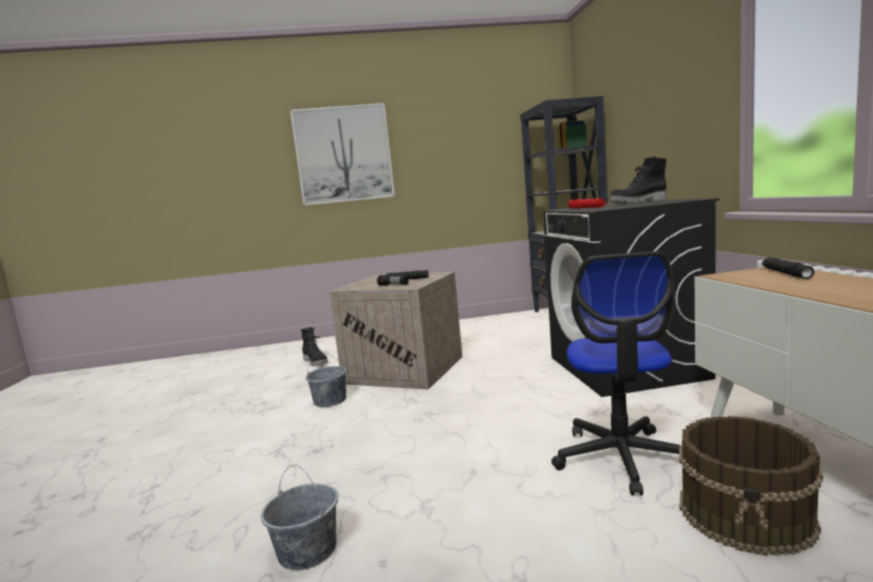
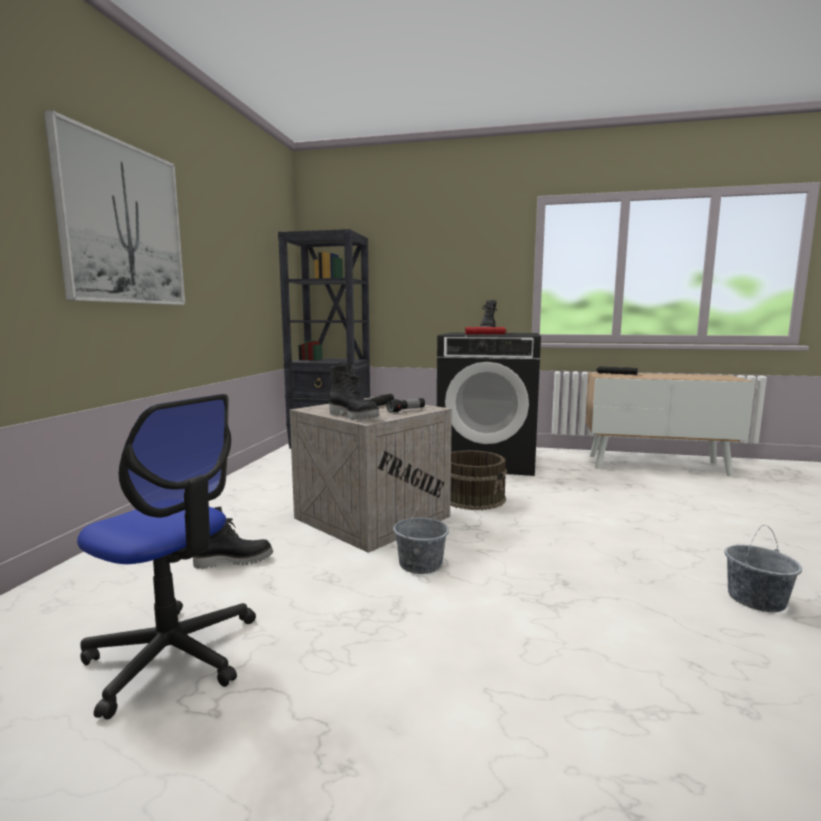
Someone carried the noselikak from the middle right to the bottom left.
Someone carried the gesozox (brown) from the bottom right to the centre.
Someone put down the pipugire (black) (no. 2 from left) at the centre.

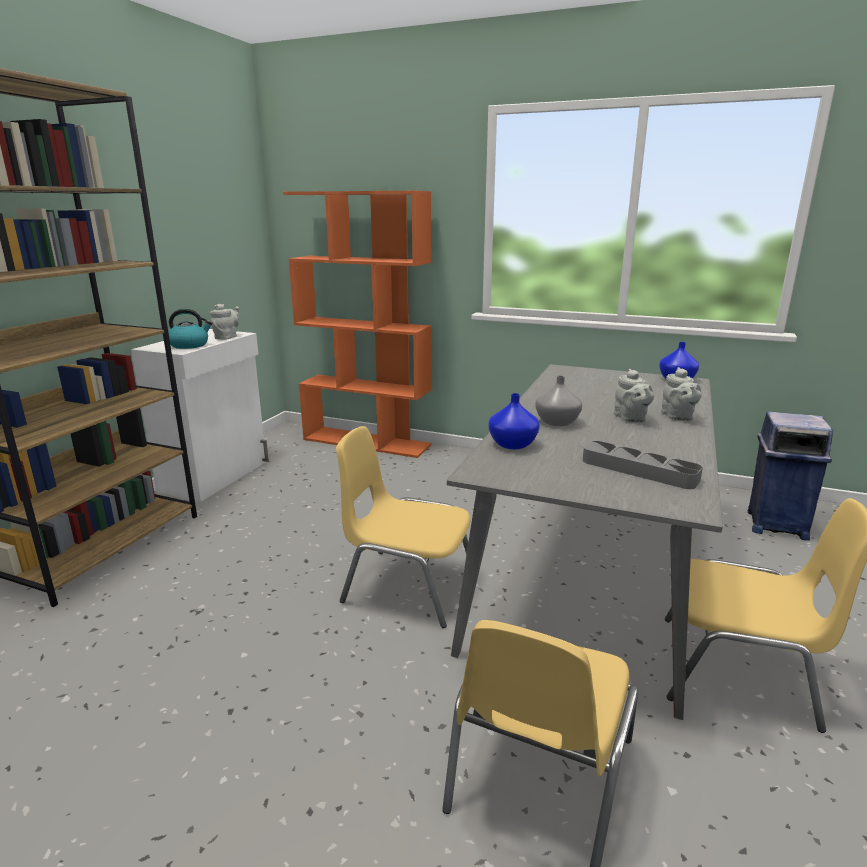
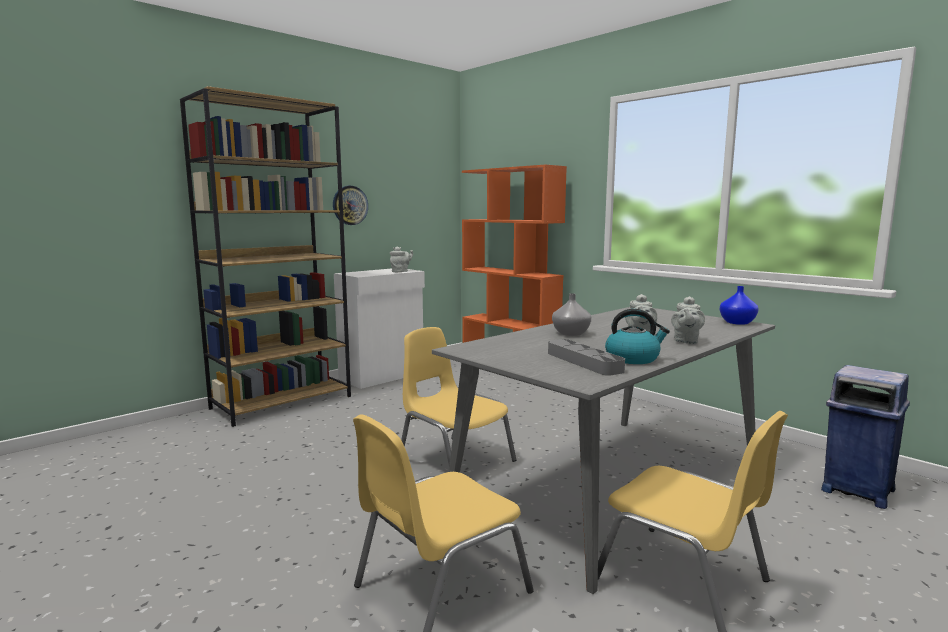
Someone carried the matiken from the middle left to the middle right.
Someone took away the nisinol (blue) (no. 1 from left) at the centre.
Someone put up the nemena at the top centre.

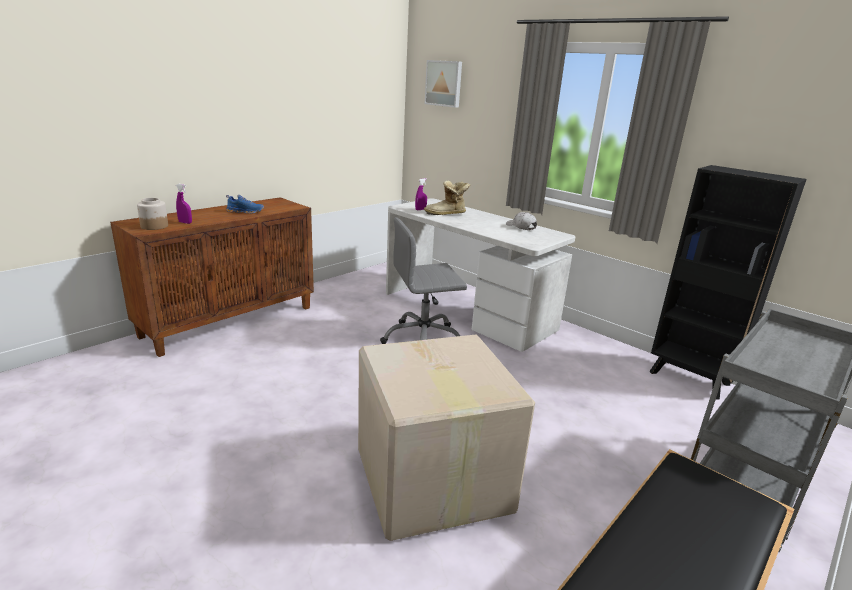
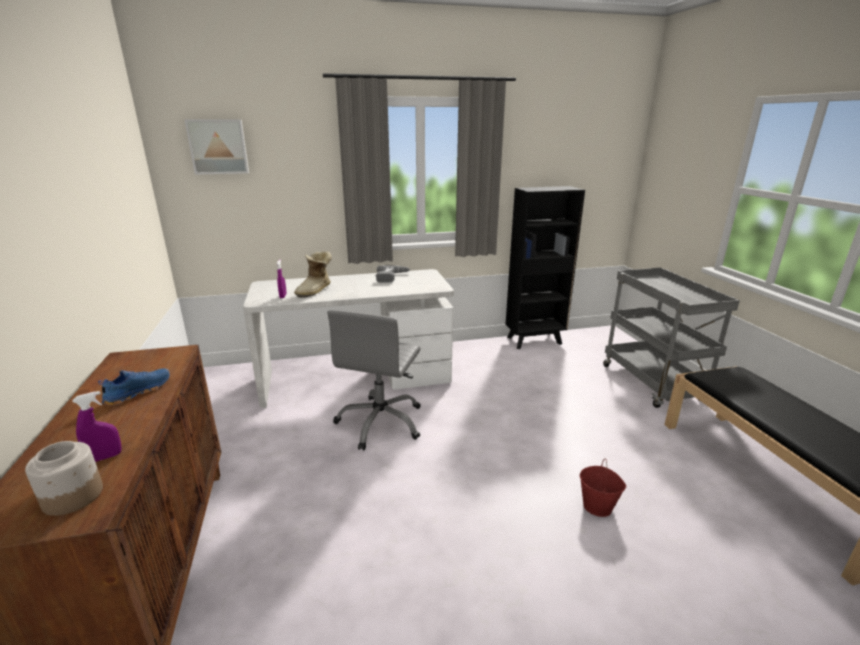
Someone swapped the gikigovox at the bottom centre for the gesozox (red) at the bottom right.
Someone swapped the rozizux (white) at the centre for the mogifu at the centre.

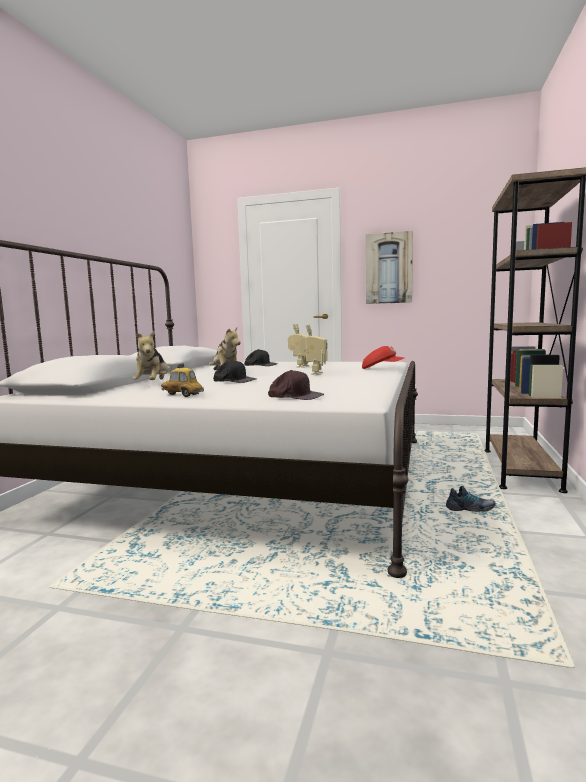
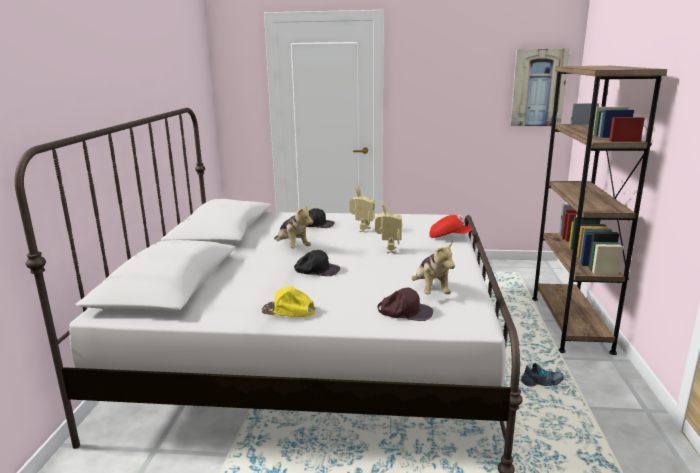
Someone carried the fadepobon (no. 1 from left in the first image) from the middle left to the centre.
Someone swapped the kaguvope at the middle left for the rozizux (yellow) at the centre.
Someone carried the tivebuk from the centre to the top right.

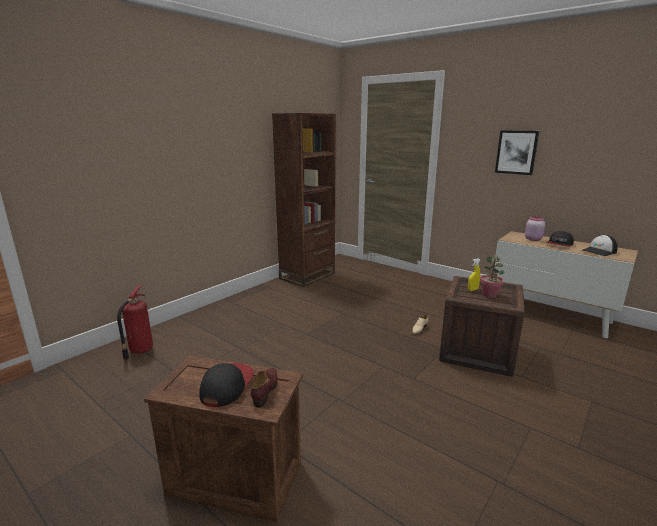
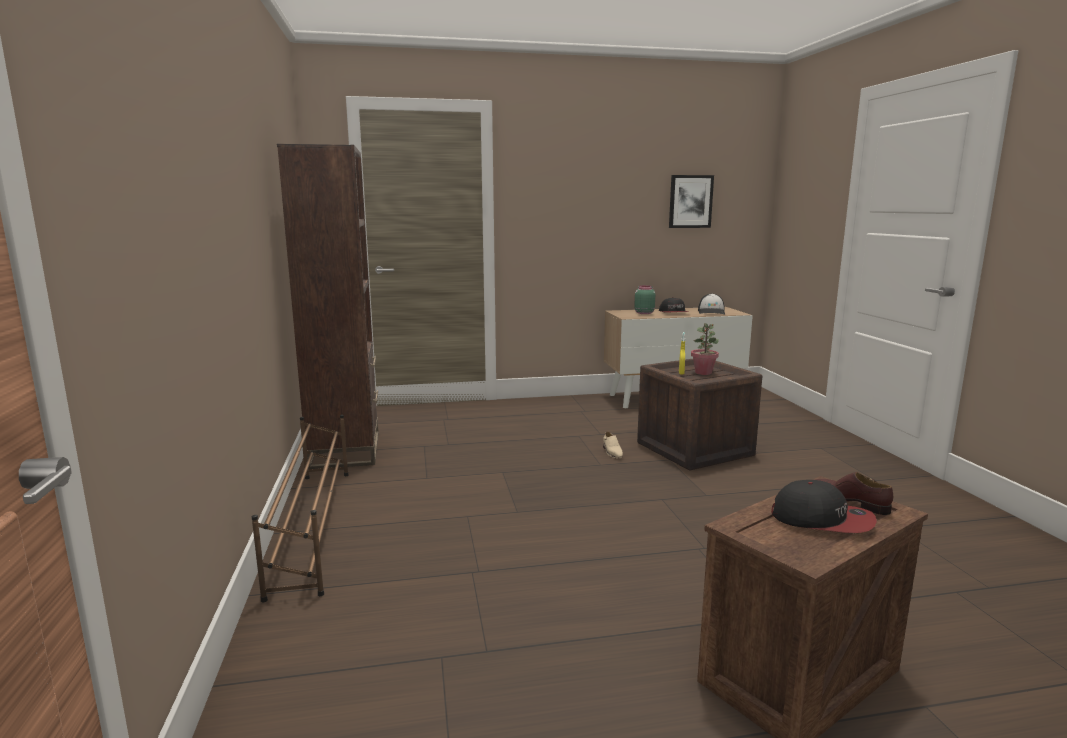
Someone took away the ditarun at the middle left.
Someone rotated the rozizux (no. 1 from left in the first image) at the bottom centre by 150 degrees clockwise.
Someone carried the tivebuk from the top right to the top centre.
Someone repainted the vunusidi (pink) at the middle right, which became the vunusidi (green) at the centre.
Someone put down the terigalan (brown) at the bottom left.

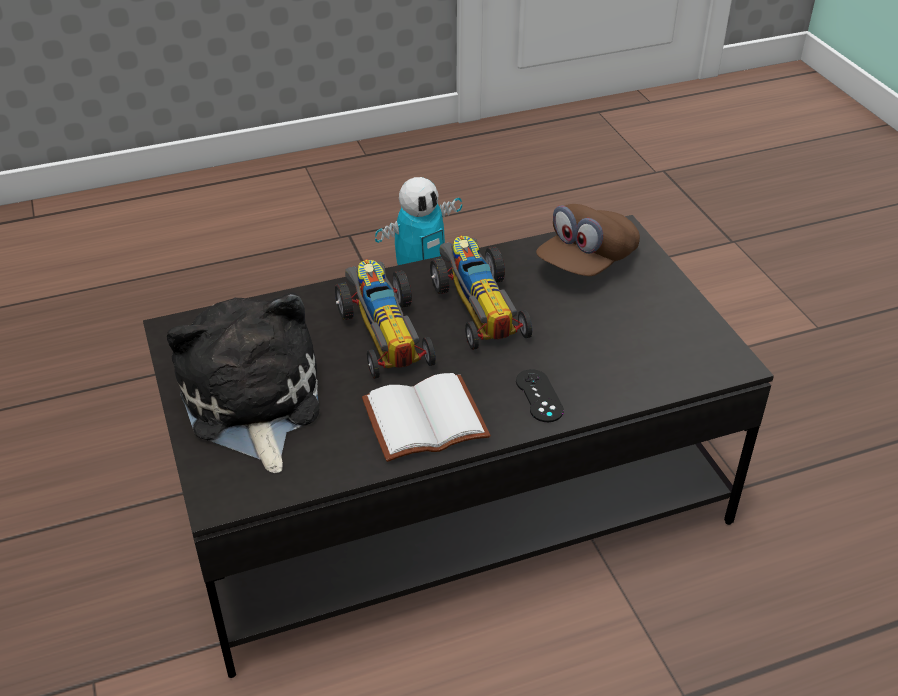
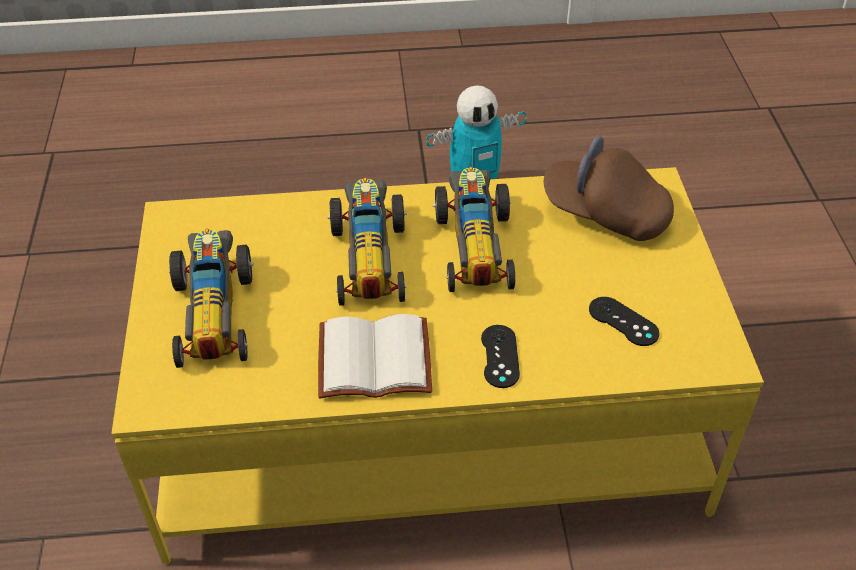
Someone repainted the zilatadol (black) at the centre, which became the zilatadol (yellow) at the centre.
Someone swapped the fadepobon at the middle left for the kaguvope (no. 1 from left) at the middle left.
Someone rotated the rozizux (brown) at the centre by 60 degrees clockwise.
Someone put down the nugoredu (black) (no. 2 from left) at the middle right.

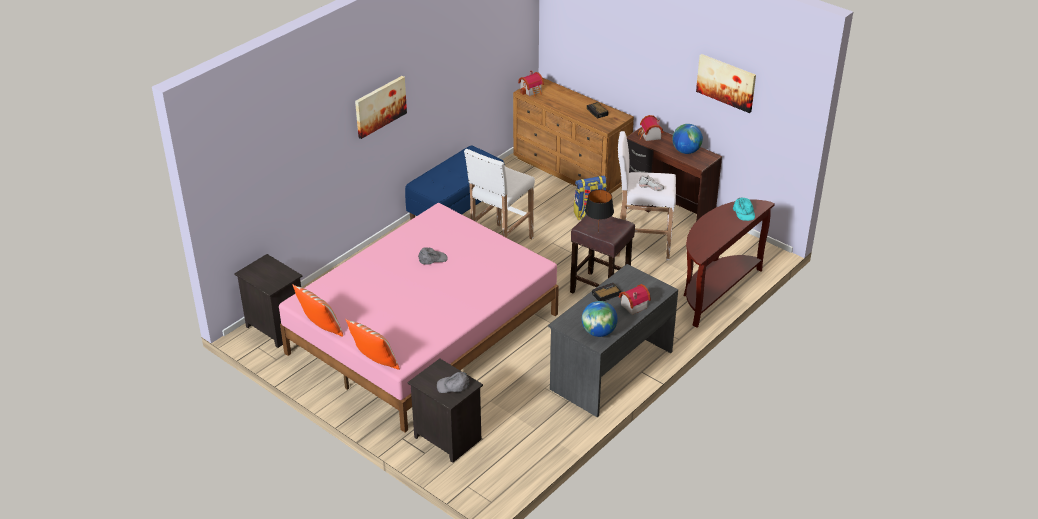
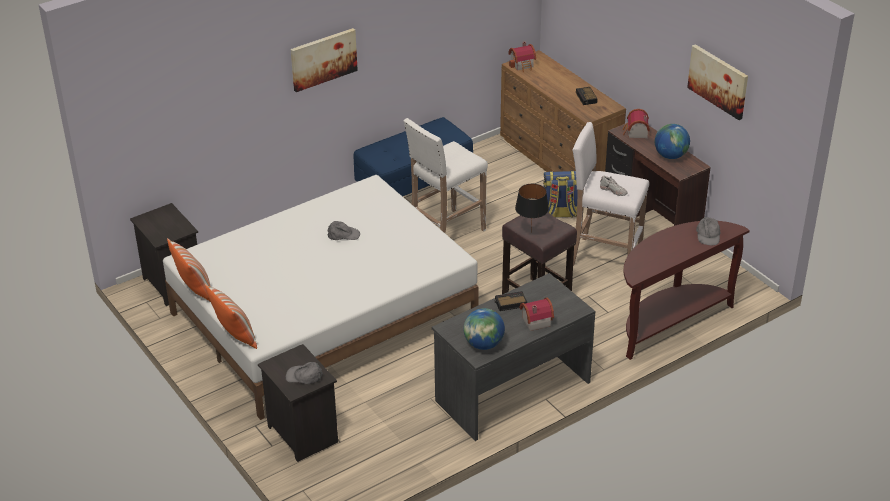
Someone repainted the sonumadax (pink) at the centre, which became the sonumadax (white) at the centre.
Someone repainted the rozizux (turquoise) at the middle right, which became the rozizux (grey) (no. 3 from left) at the middle right.

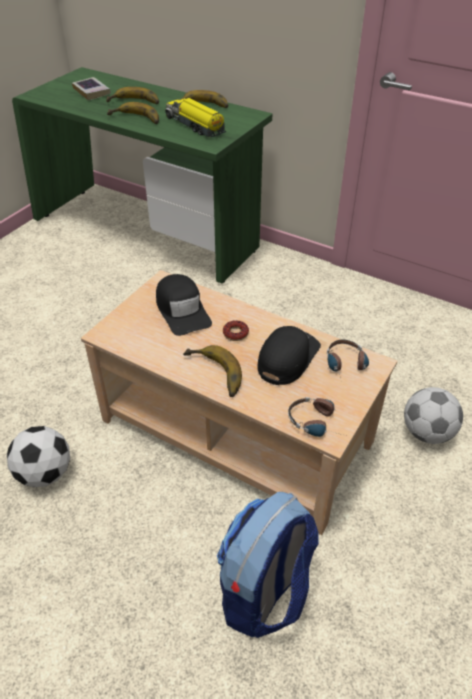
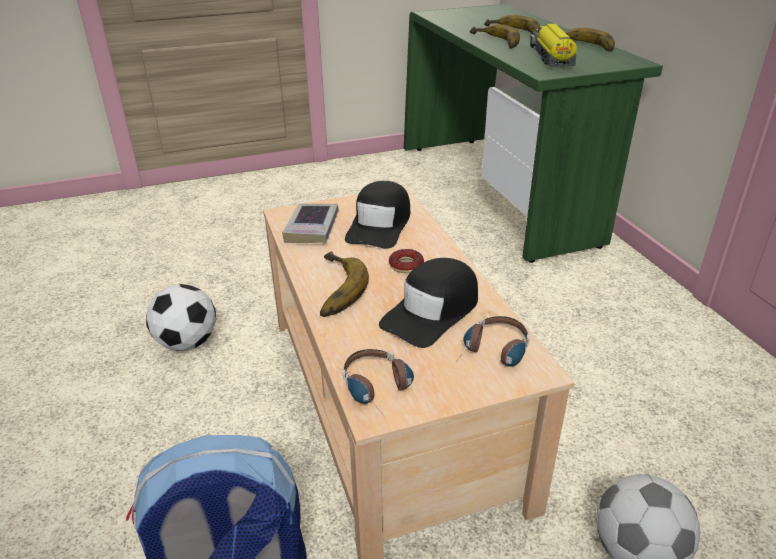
Someone carried the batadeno from the top left to the centre.
Someone rotated the rozizux (black) (no. 2 from left) at the centre by 150 degrees clockwise.

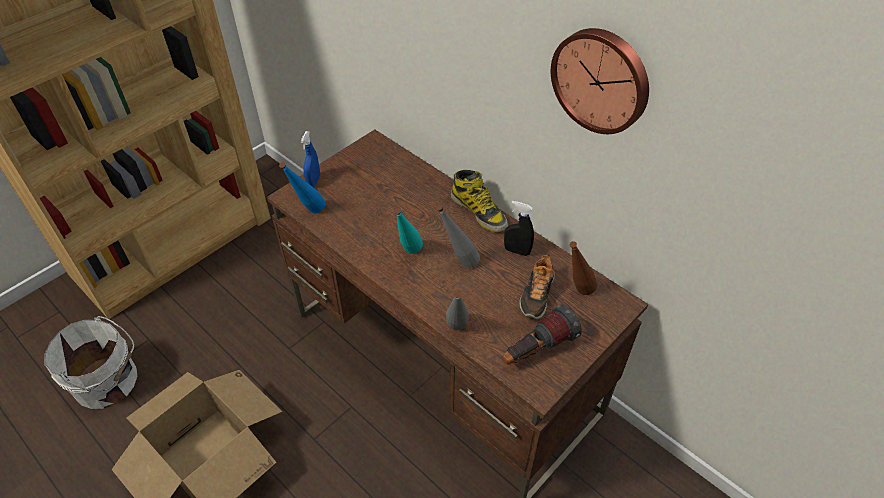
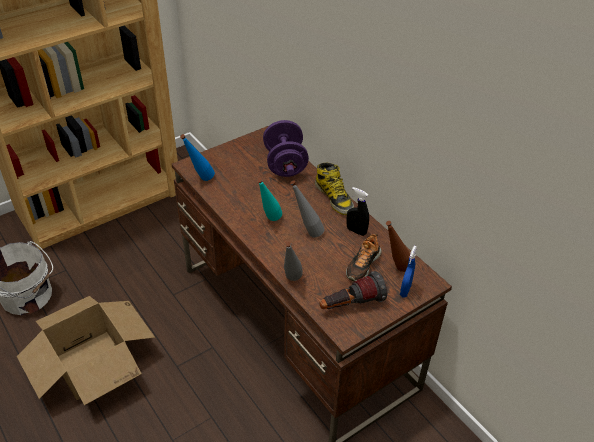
Someone carried the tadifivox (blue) from the top centre to the middle right.
Someone took away the nemena at the top right.
Someone put down the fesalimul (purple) at the centre.

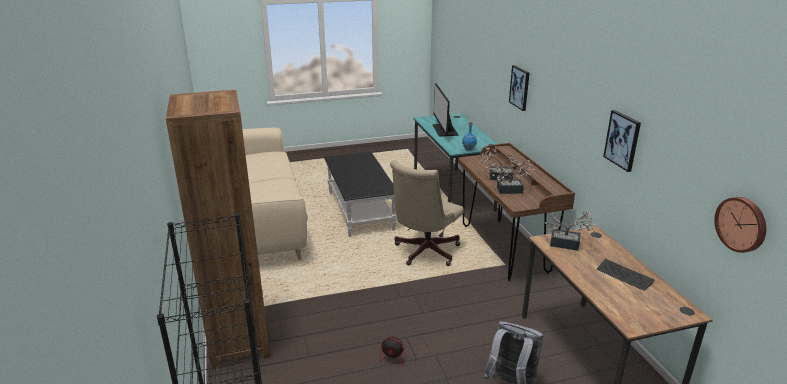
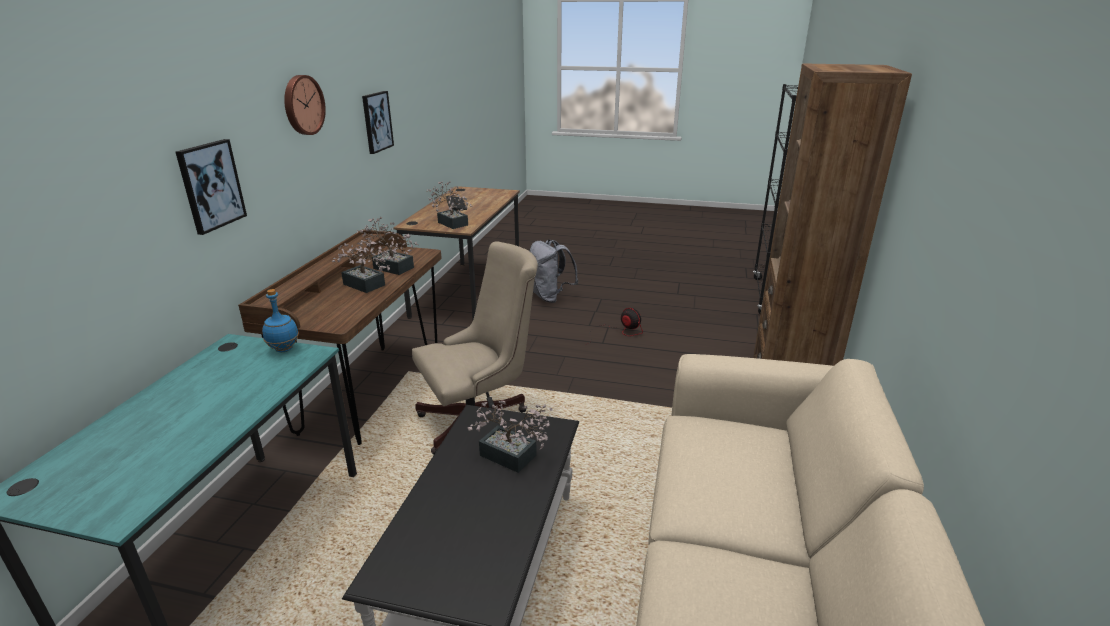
Someone took away the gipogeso at the top centre.
Someone carried the nemena from the middle right to the top left.
Someone put down the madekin (no. 4 from left) at the bottom centre.

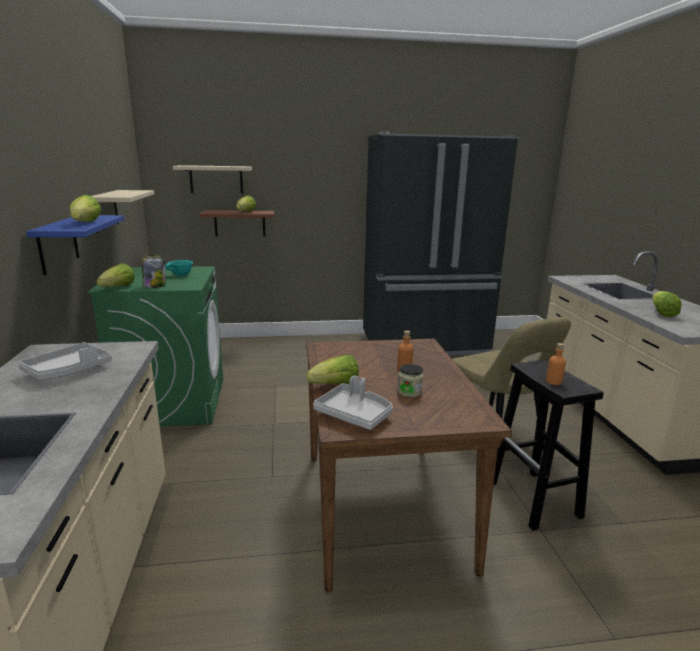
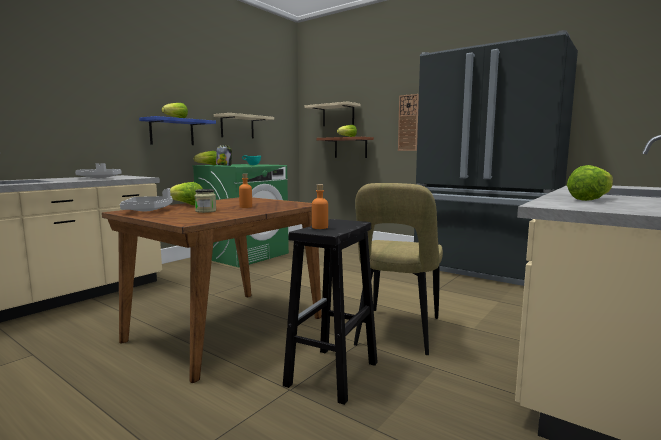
Someone put up the nemena at the top centre.

